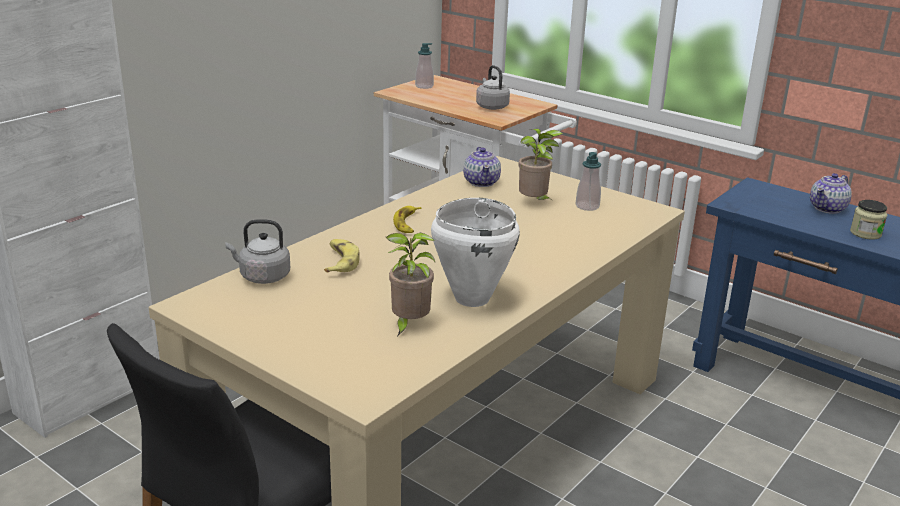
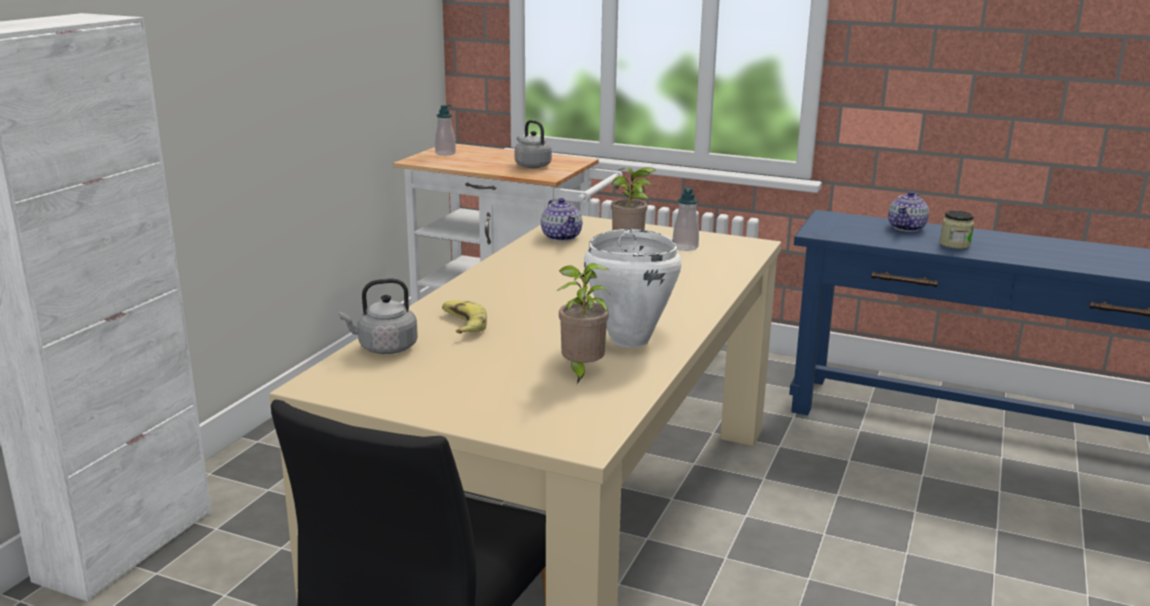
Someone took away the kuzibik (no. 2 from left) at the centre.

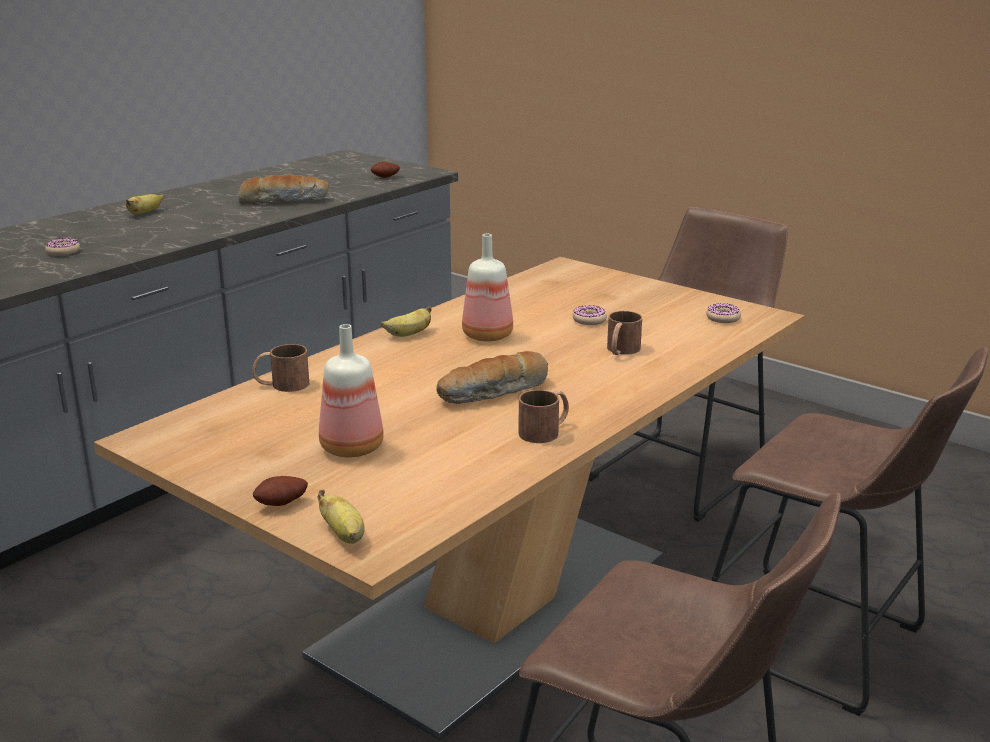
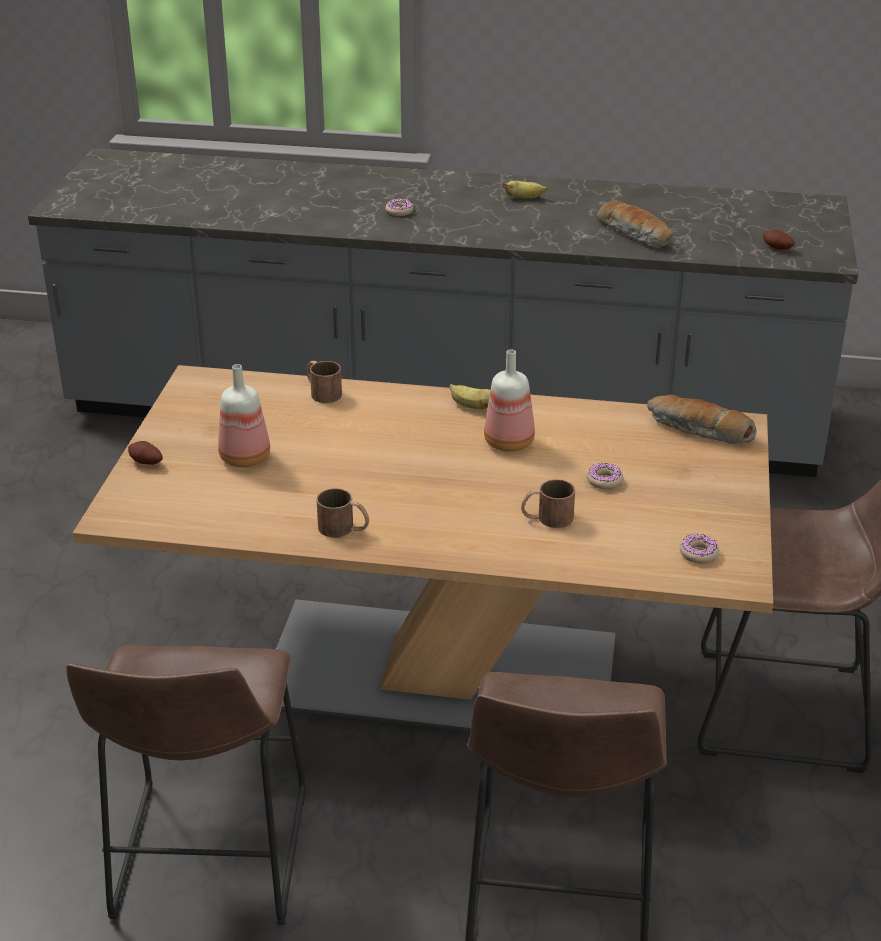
Someone took away the kuzibik (no. 2 from left) at the bottom centre.
Someone carried the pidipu (no. 2 from left) from the centre to the middle right.

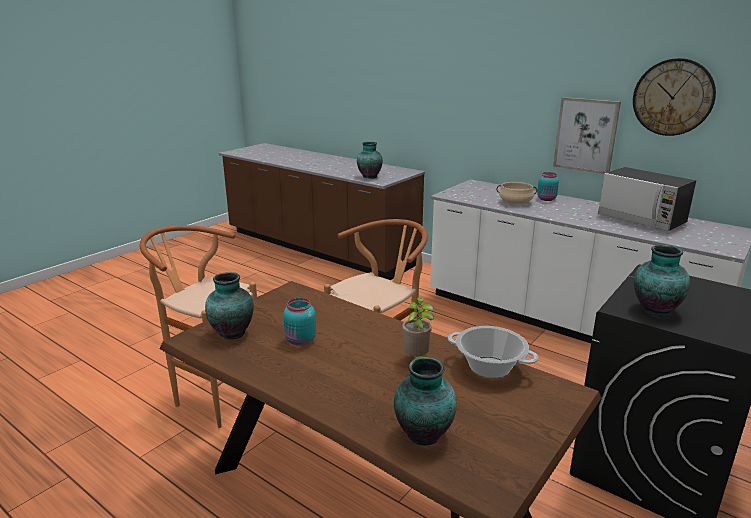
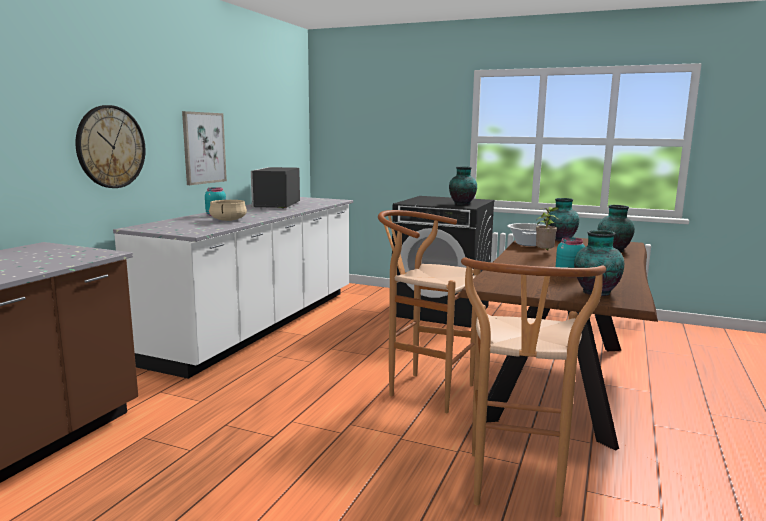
Someone carried the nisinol (no. 2 from left) from the top centre to the middle right.
Someone rotated the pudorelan at the middle right by 150 degrees clockwise.
Someone carried the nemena from the top right to the top left.

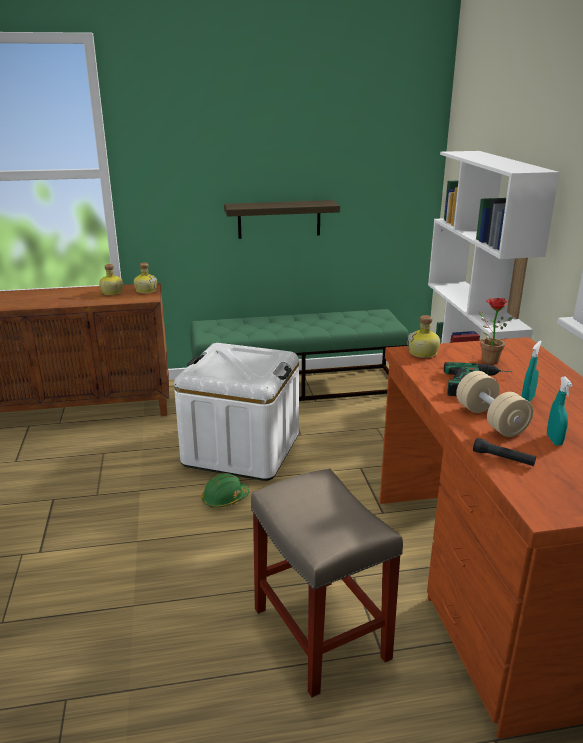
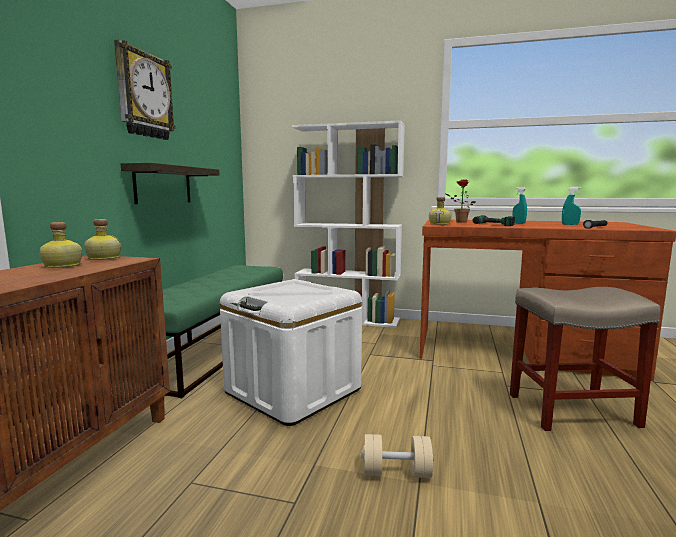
Someone took away the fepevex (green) at the centre.
Someone carried the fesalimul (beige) from the middle right to the bottom centre.
Someone put up the nemena at the top left.

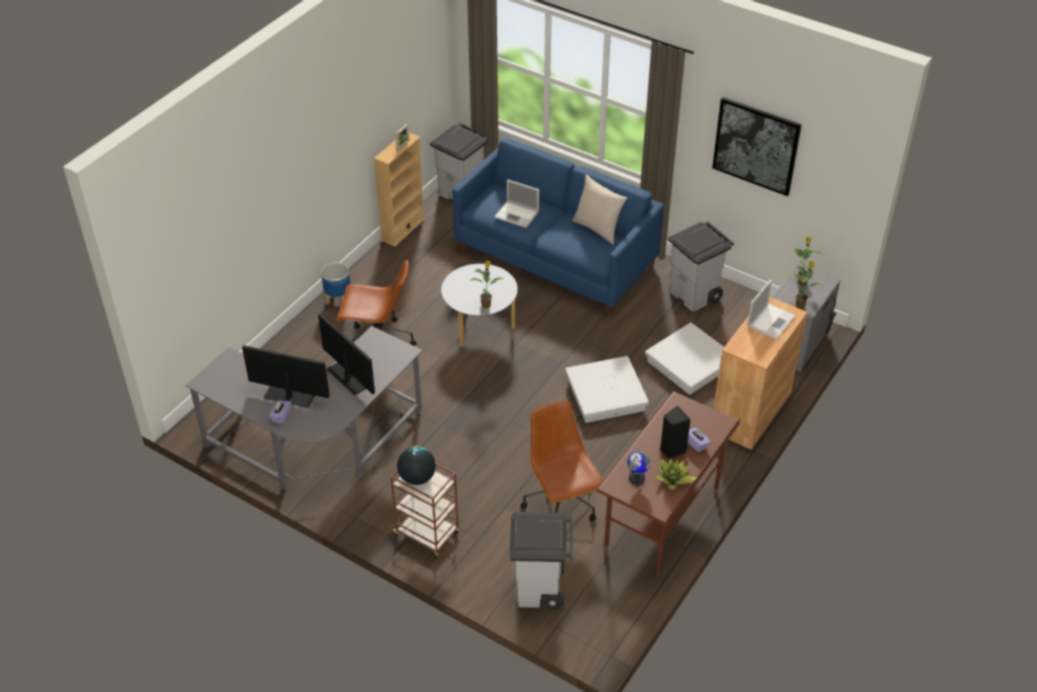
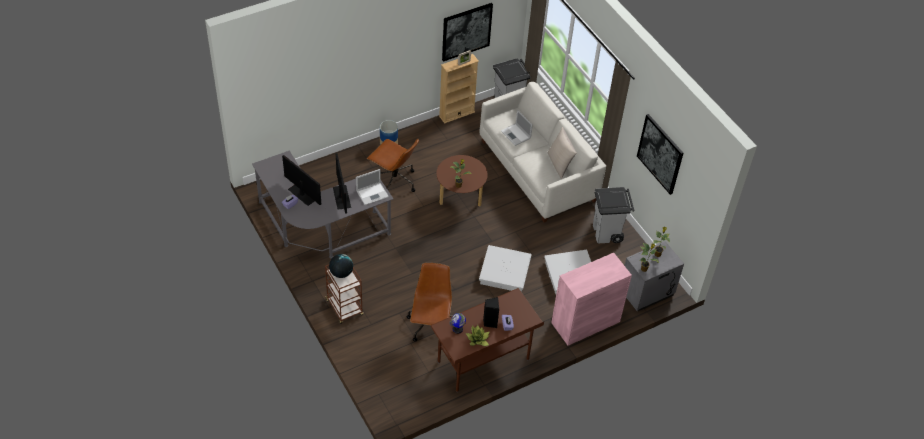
Someone repainted the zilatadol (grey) at the centre, which became the zilatadol (brown) at the centre.
Someone repainted the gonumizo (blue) at the top centre, which became the gonumizo (white) at the centre.
Someone took away the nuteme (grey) (no. 2 from left) at the bottom centre.
Someone repainted the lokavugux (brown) at the middle right, which became the lokavugux (pink) at the bottom centre.
Someone carried the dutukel (no. 2 from left in the first image) from the middle right to the centre.
Someone put up the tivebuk (no. 1 from left) at the top centre.

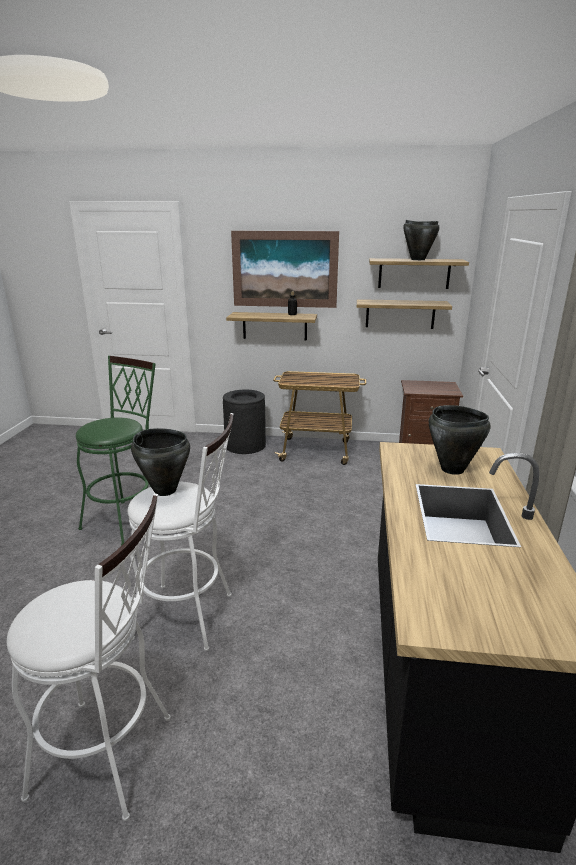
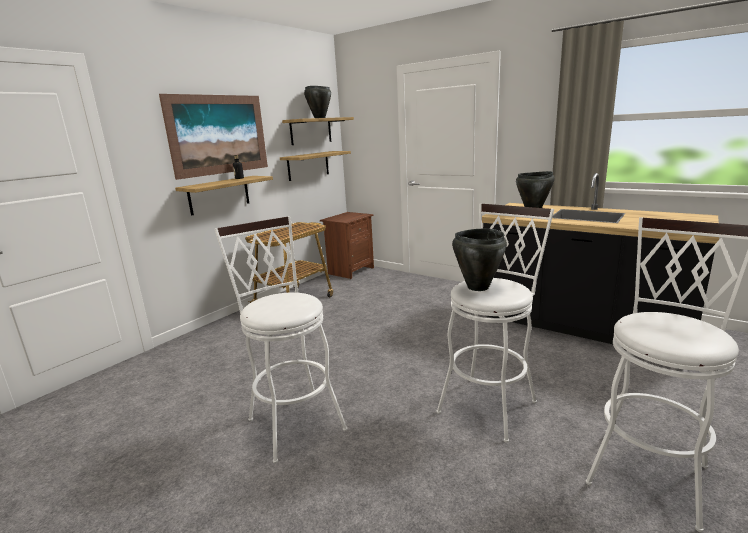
Someone repainted the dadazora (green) at the middle left, which became the dadazora (white) (no. 1 from left) at the centre.
Someone took away the nuteme (black) at the centre.

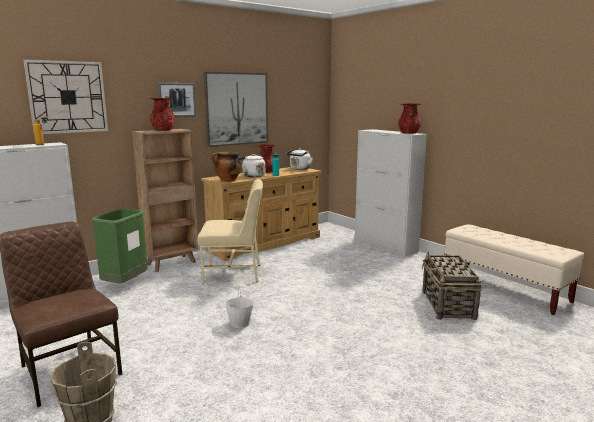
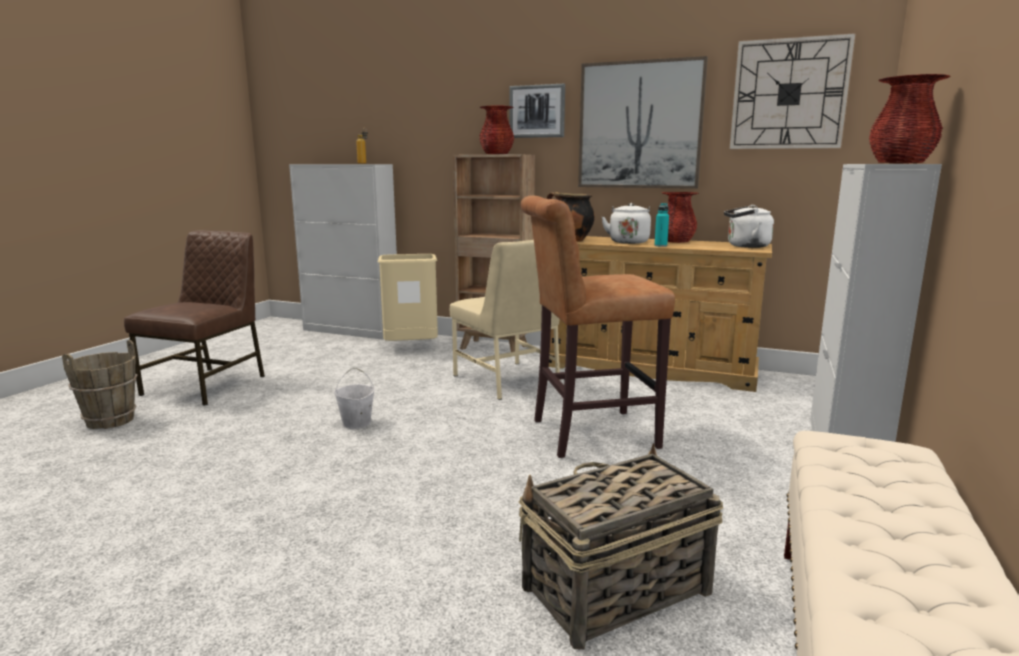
Someone carried the nemena from the top left to the top right.
Someone repainted the nuteme (green) at the middle left, which became the nuteme (beige) at the centre.
Someone put down the dadazora (brown) at the centre.

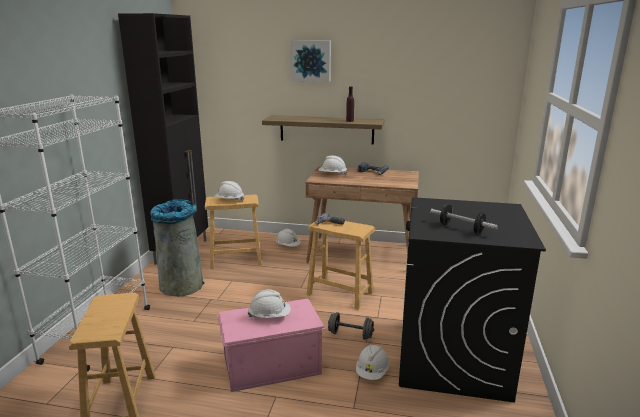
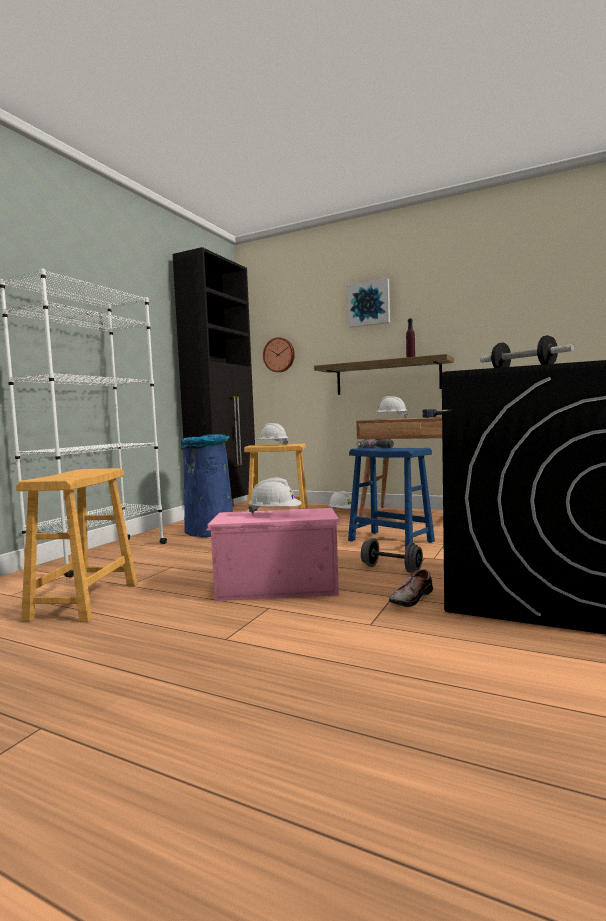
Someone repainted the nuteme (grey) at the middle left, which became the nuteme (blue) at the centre.
Someone repainted the dadazora (brown) (no. 3 from left) at the centre, which became the dadazora (blue) at the centre.
Someone swapped the fepevex (white) (no. 5 from left) at the bottom centre for the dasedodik at the middle right.
Someone put up the nemena at the centre.

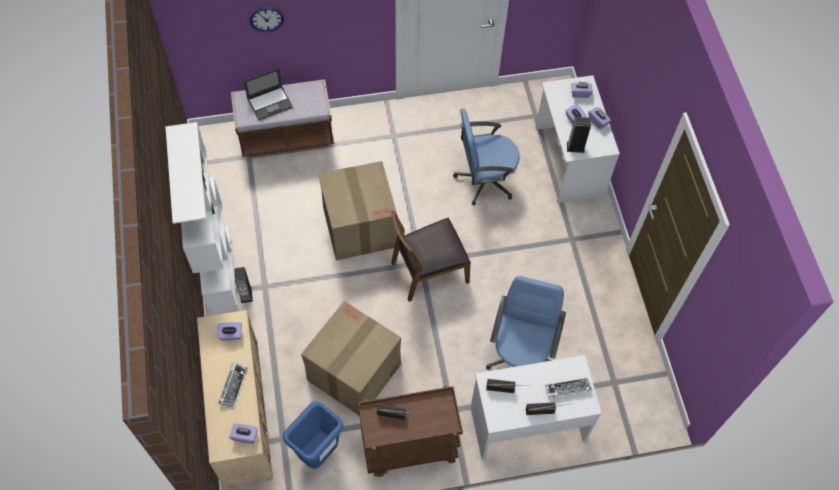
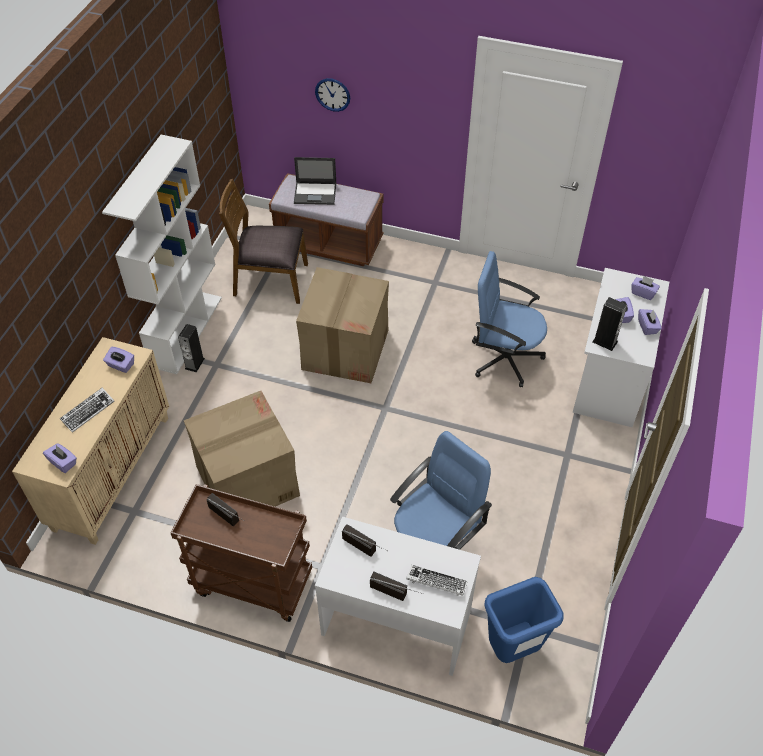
Someone carried the nuteme (blue) from the bottom centre to the bottom right.
Someone carried the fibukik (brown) from the centre to the top centre.

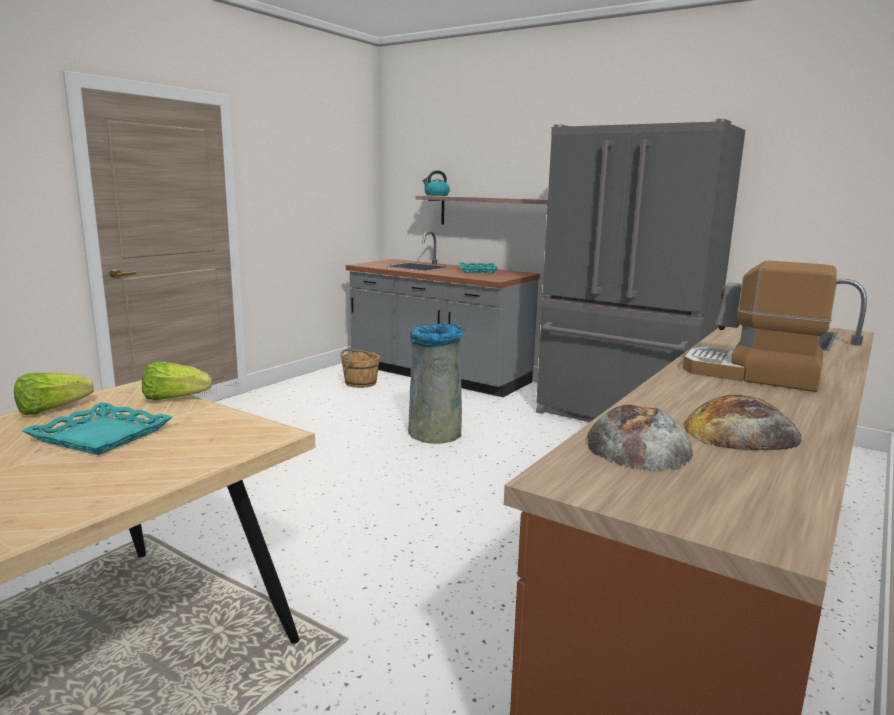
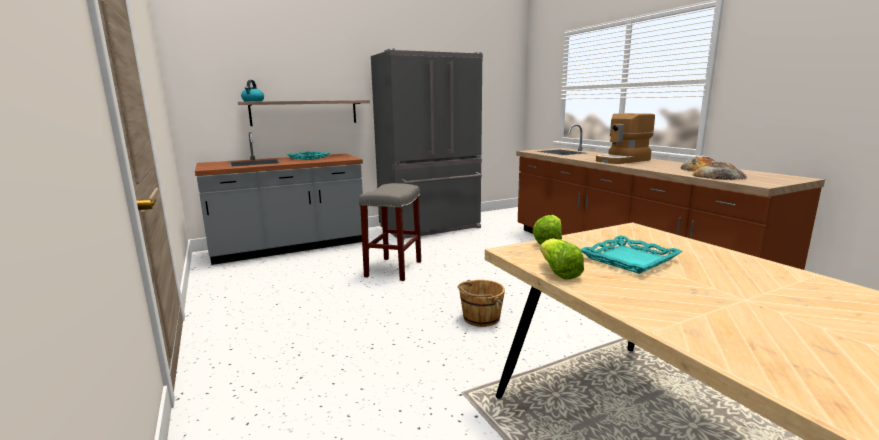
Someone carried the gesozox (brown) from the centre to the bottom centre.
Someone swapped the nuteme (grey) at the centre for the dadazora (grey) at the centre.

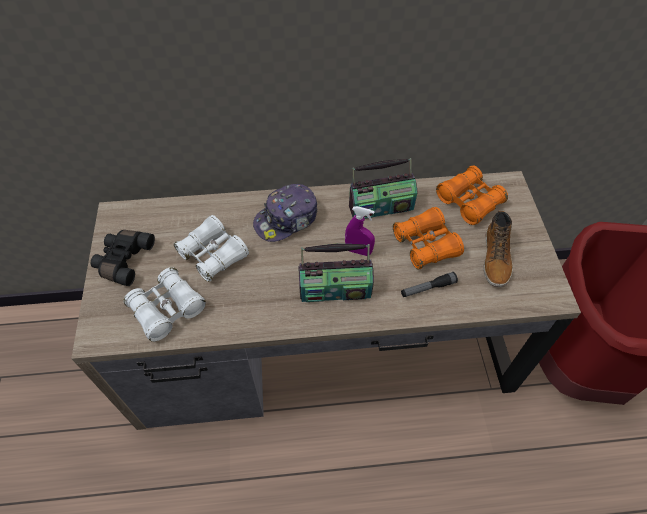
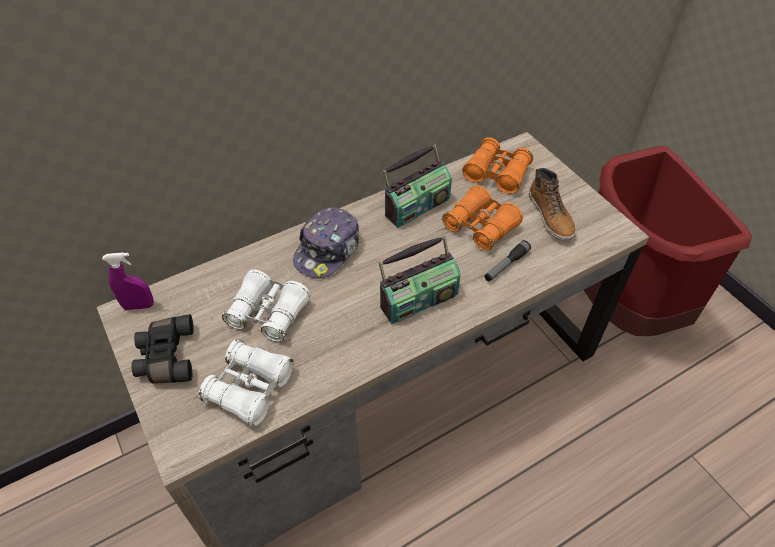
Someone carried the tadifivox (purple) from the centre to the middle left.

